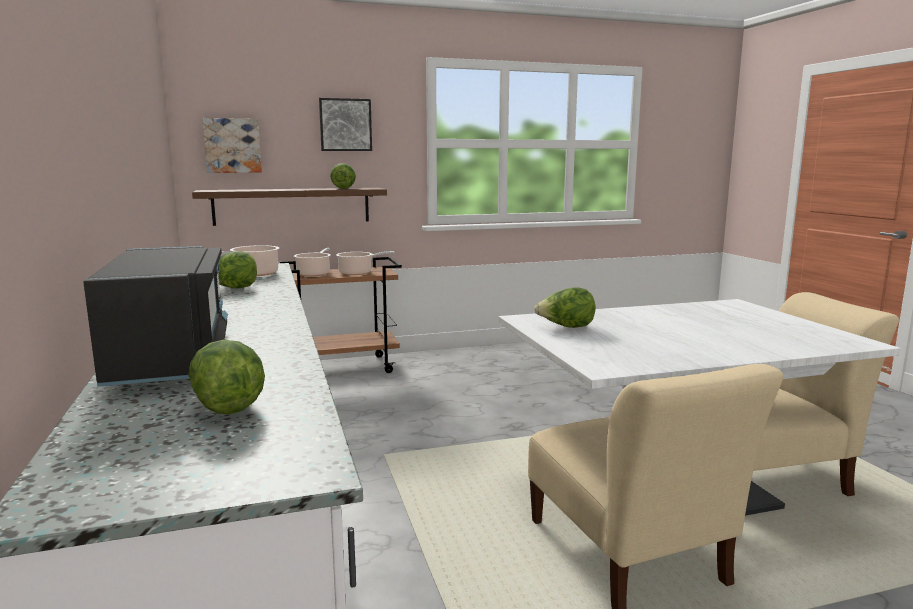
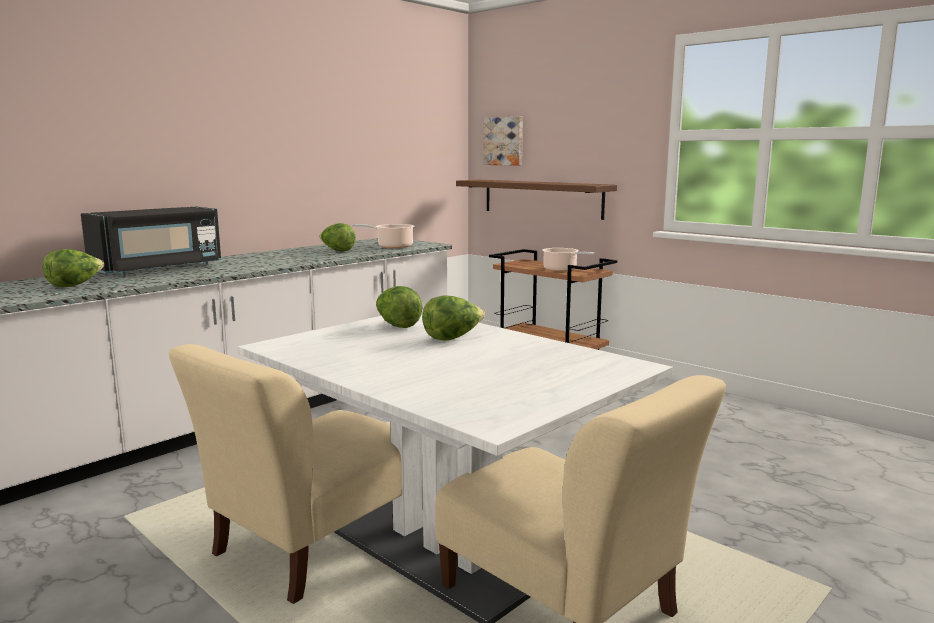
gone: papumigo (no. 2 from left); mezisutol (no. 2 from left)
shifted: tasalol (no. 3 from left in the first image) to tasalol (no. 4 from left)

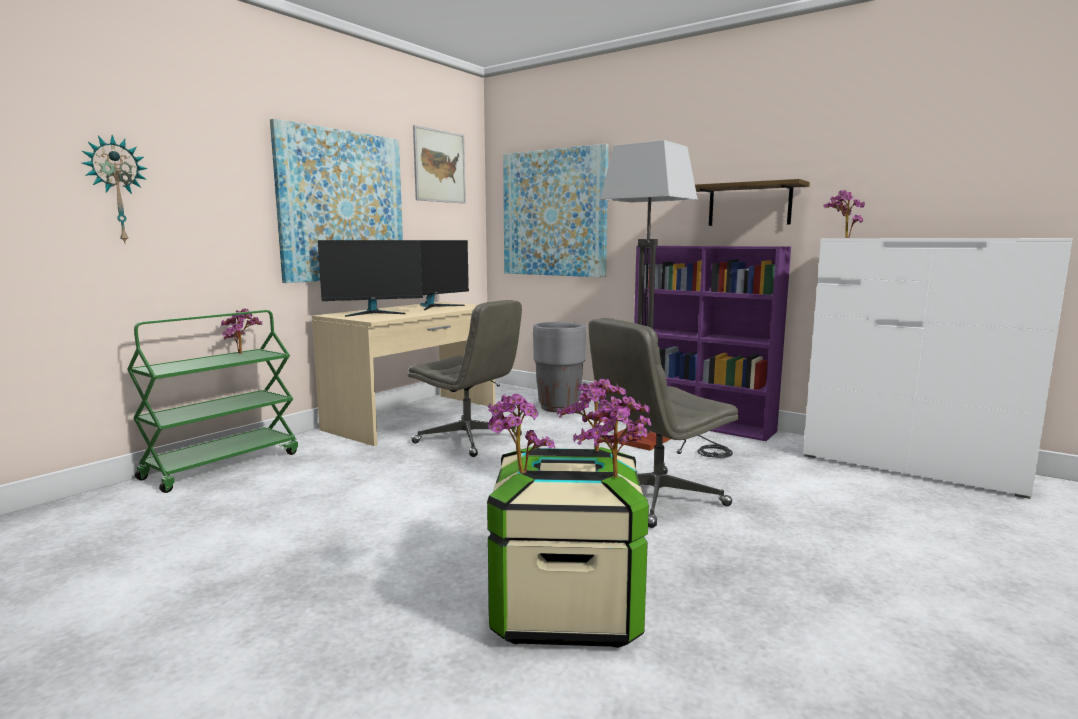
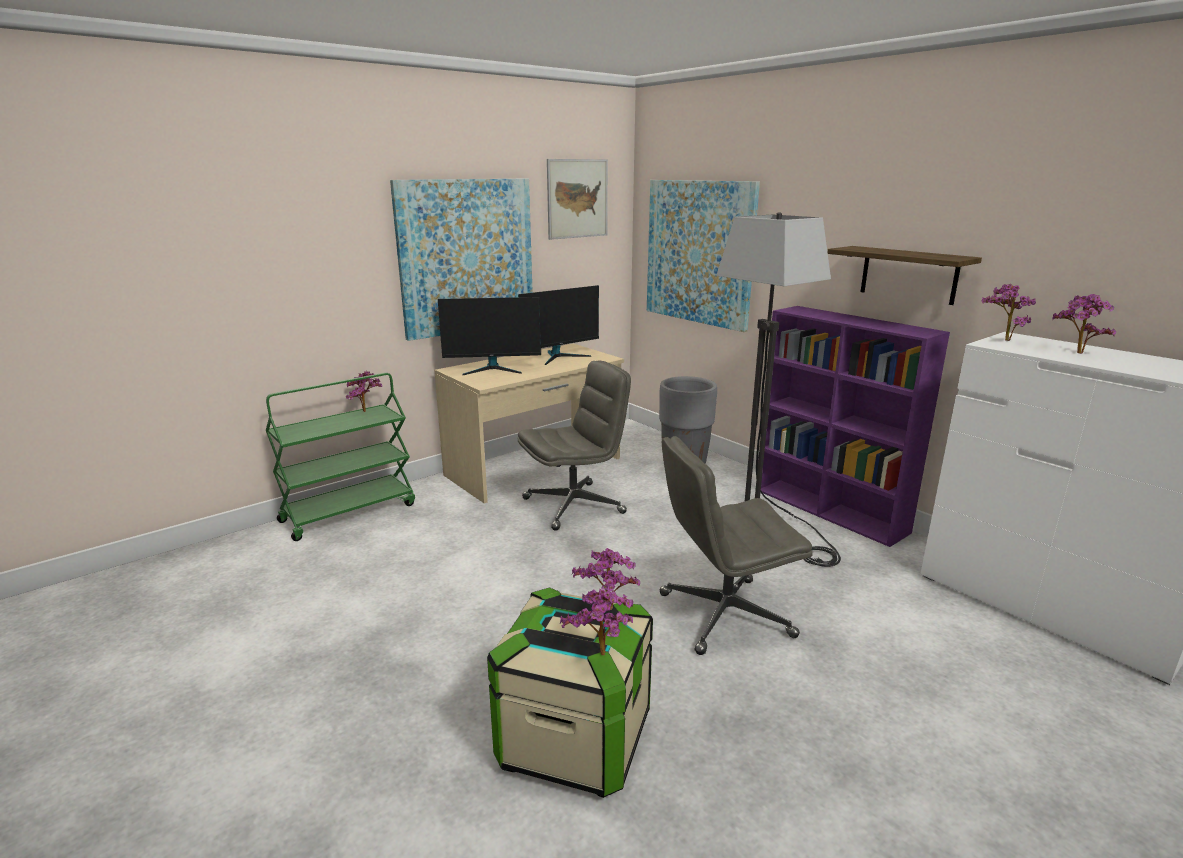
gone: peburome
shifted: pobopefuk (no. 2 from left in the first image) to pobopefuk (no. 5 from left)
rotated: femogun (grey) (no. 1 from left) 75 degrees counterclockwise

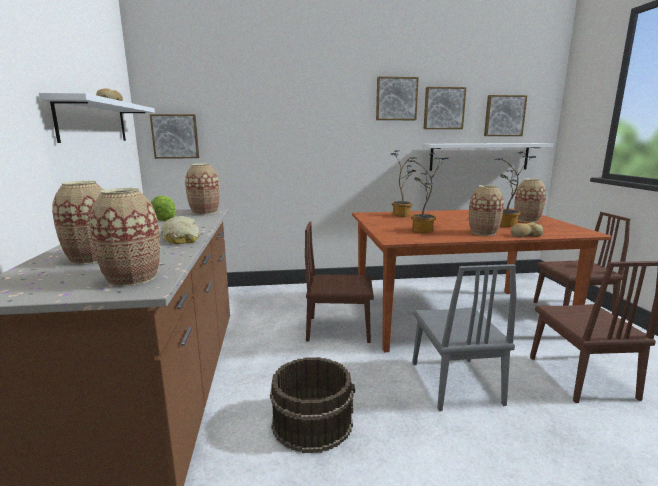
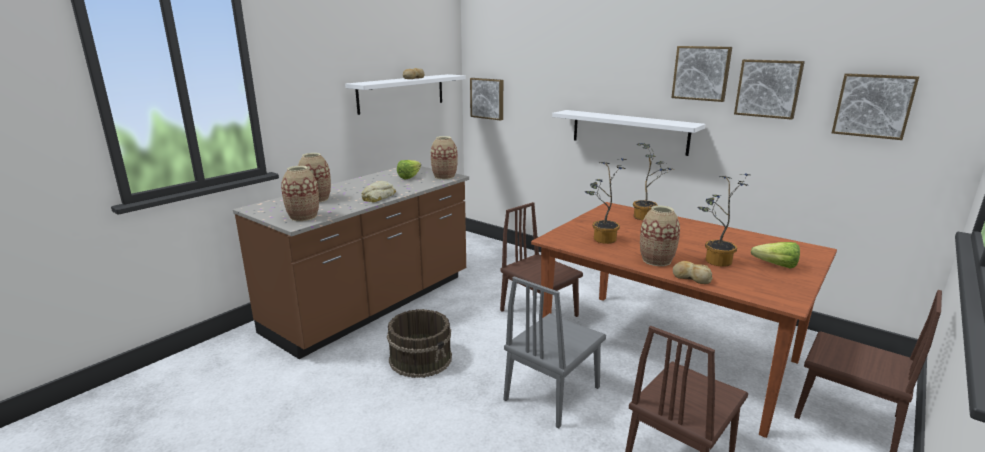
shifted: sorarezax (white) (no. 2 from left)
swapped: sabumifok (no. 5 from left) to tasalol (no. 2 from left)

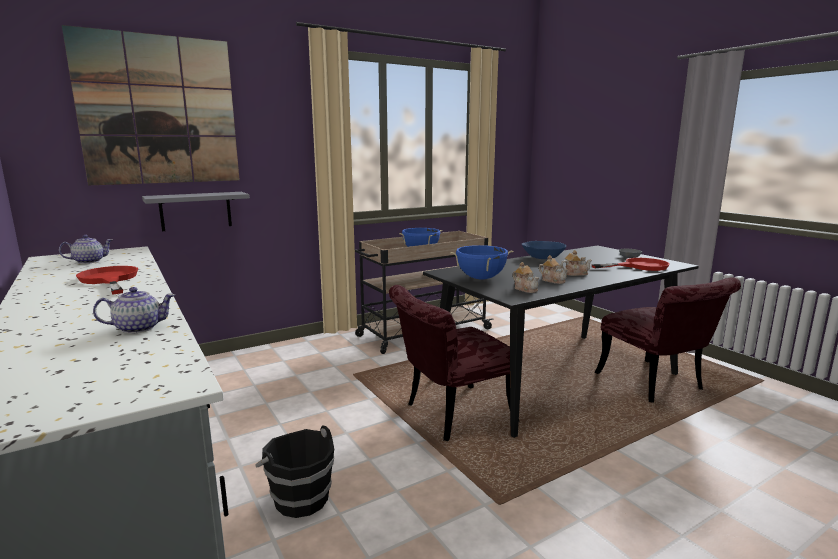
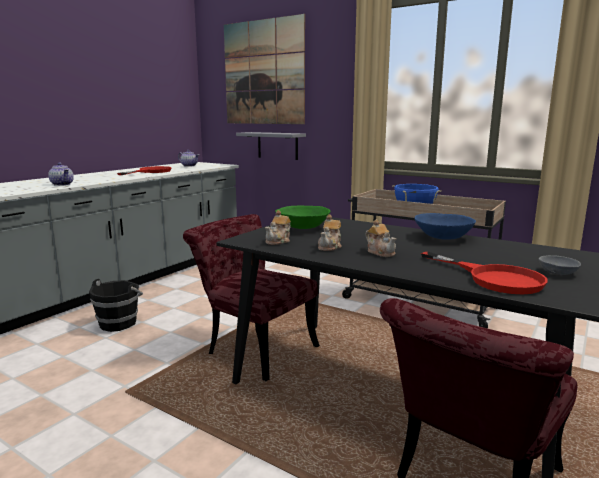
swapped: papumigo (blue) (no. 2 from left) to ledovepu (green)

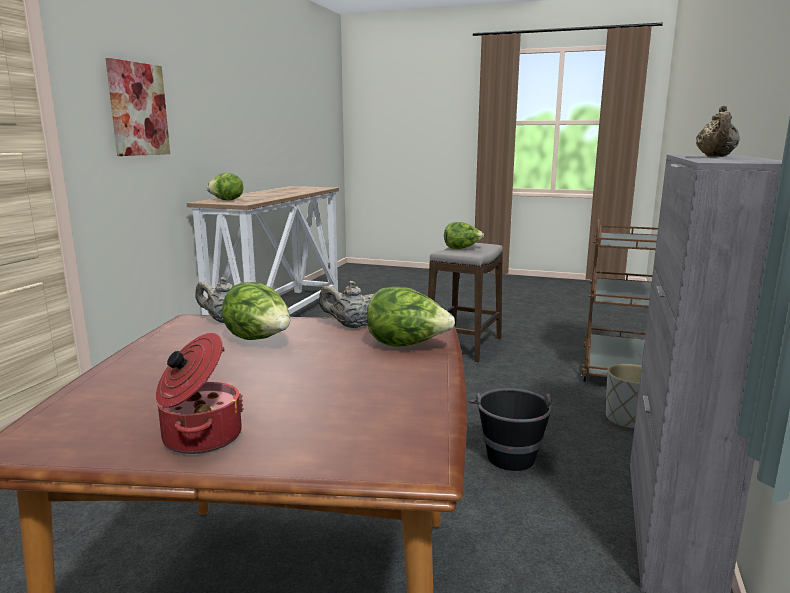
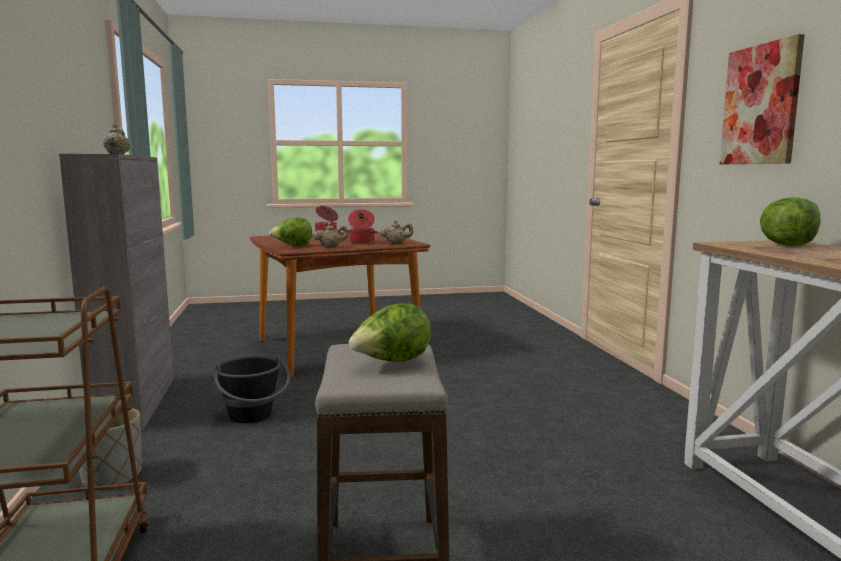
swapped: tasalol (no. 2 from left) to papumigo (no. 2 from left)

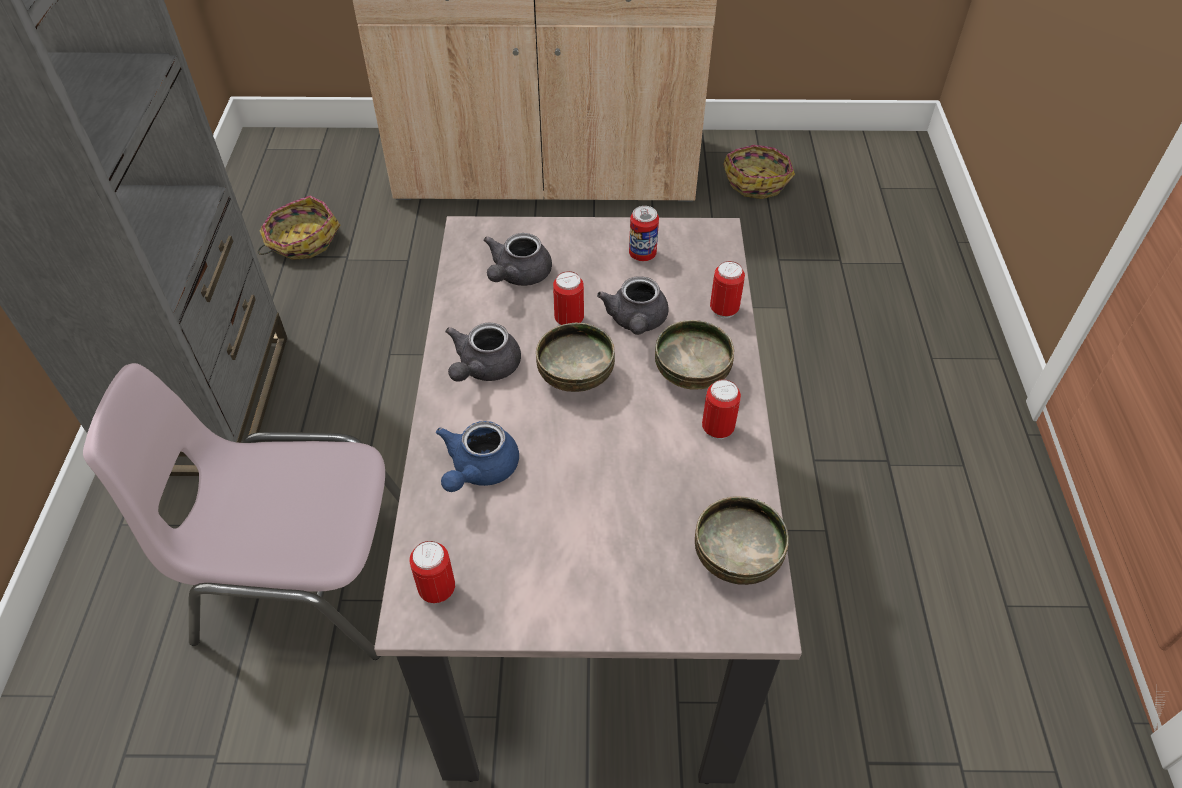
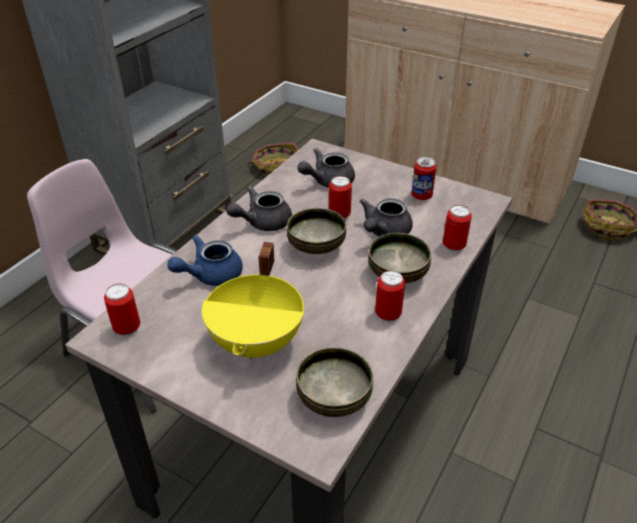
new: papumigo (yellow)

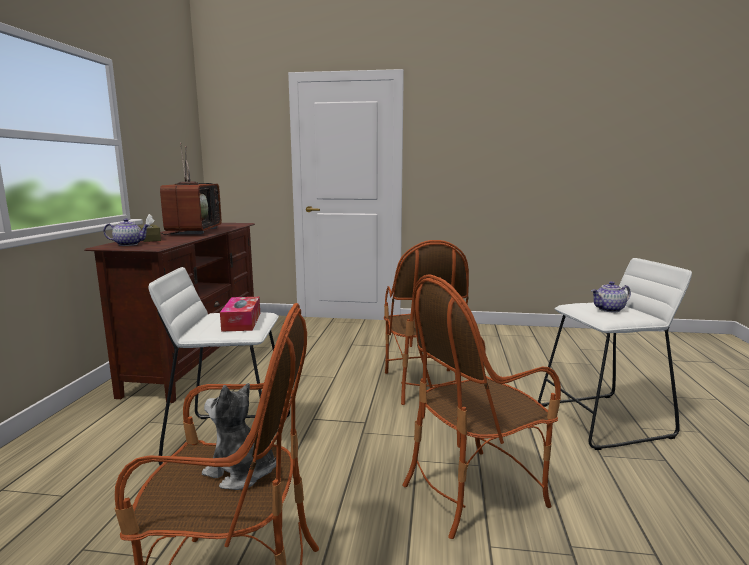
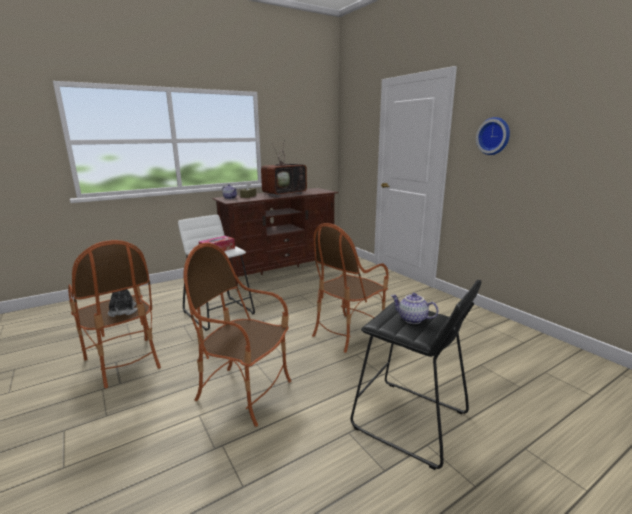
new: peburome
repainted: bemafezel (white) (no. 2 from left) to bemafezel (black)

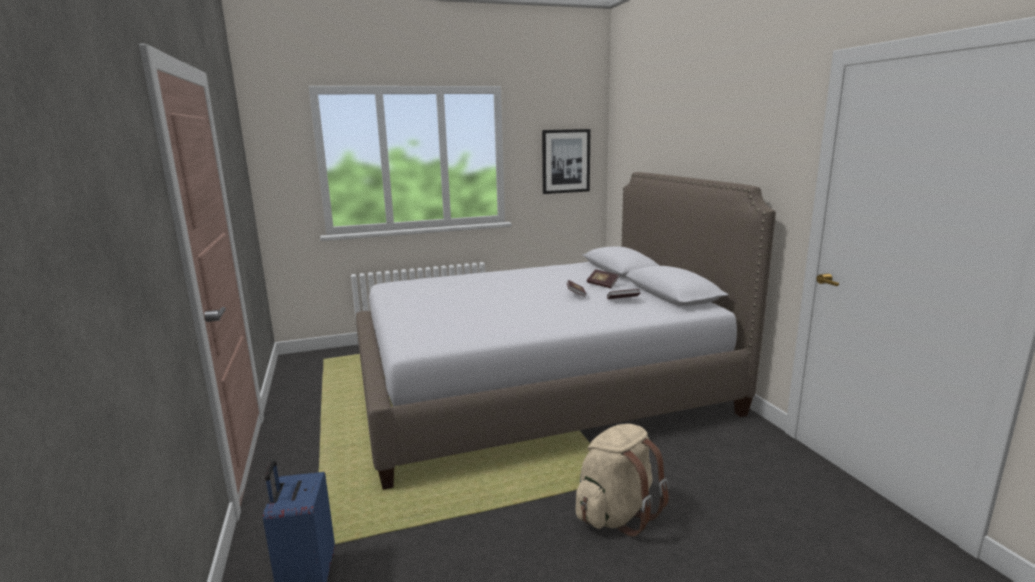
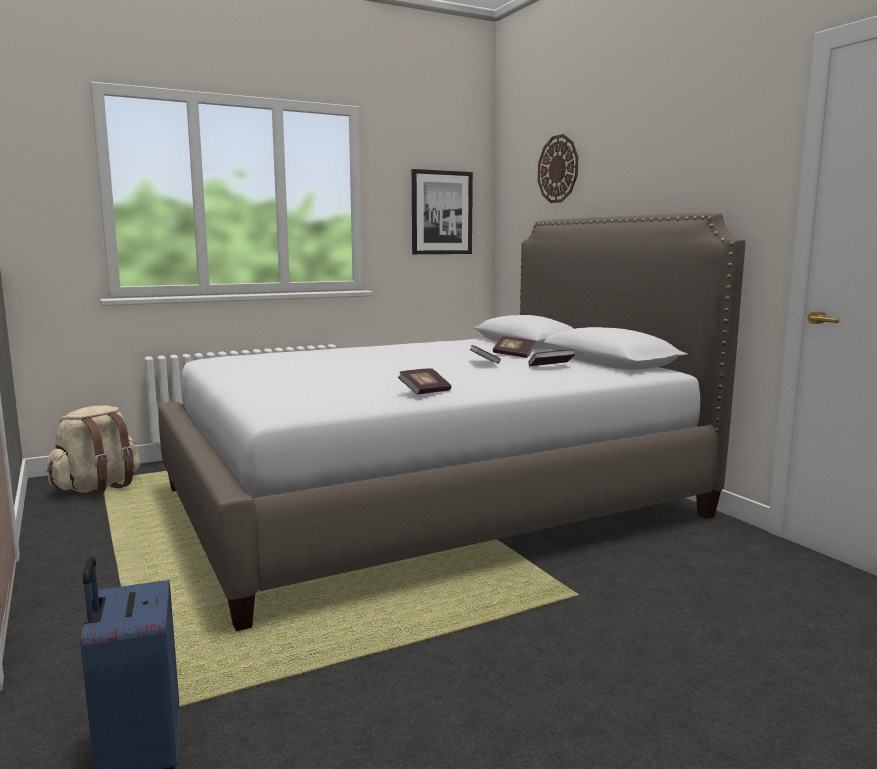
new: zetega (no. 1 from left); peburome
shifted: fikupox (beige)

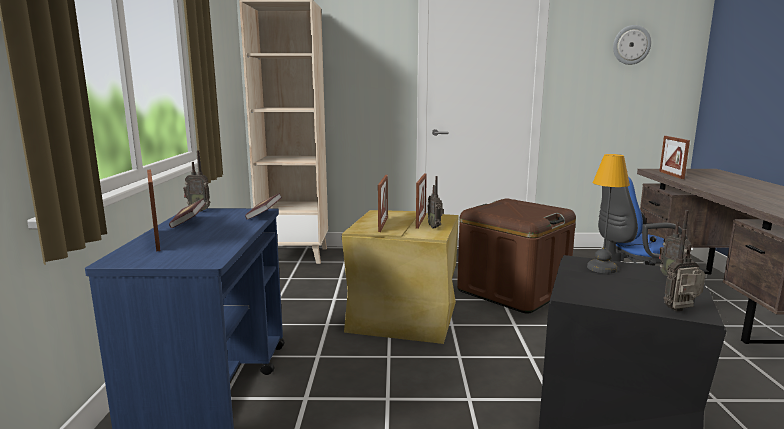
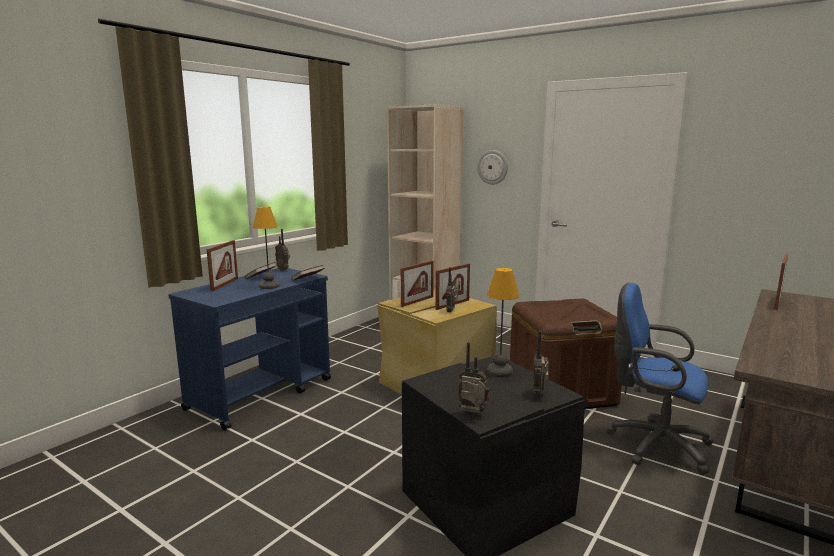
new: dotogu (no. 1 from left)
shifted: peburome

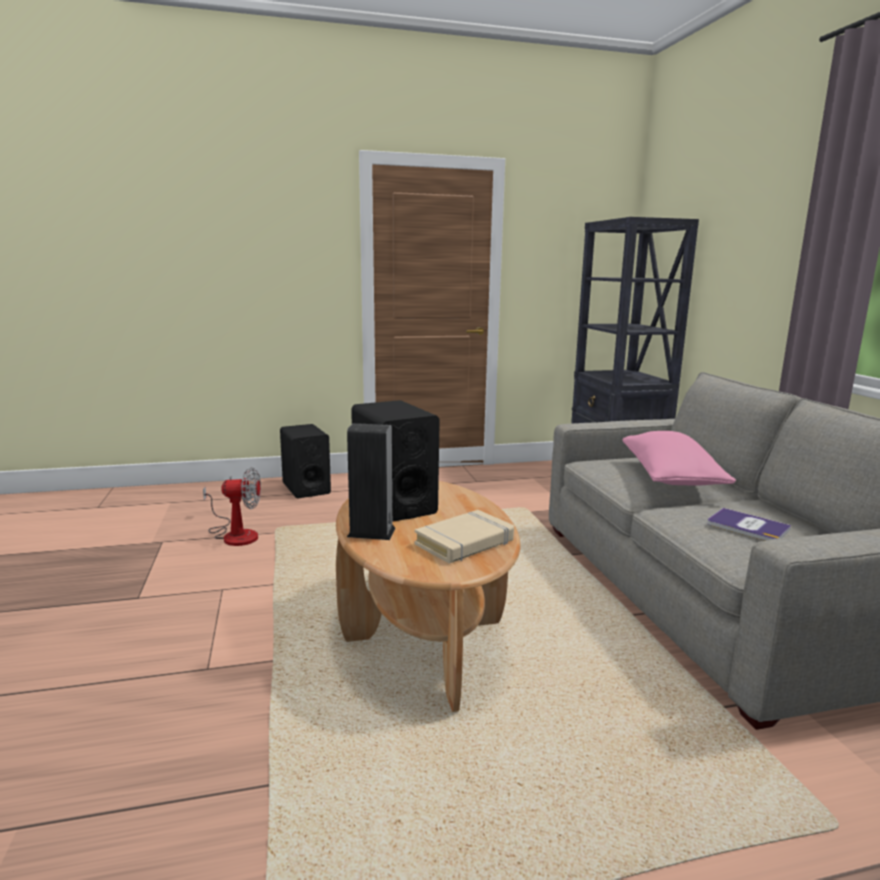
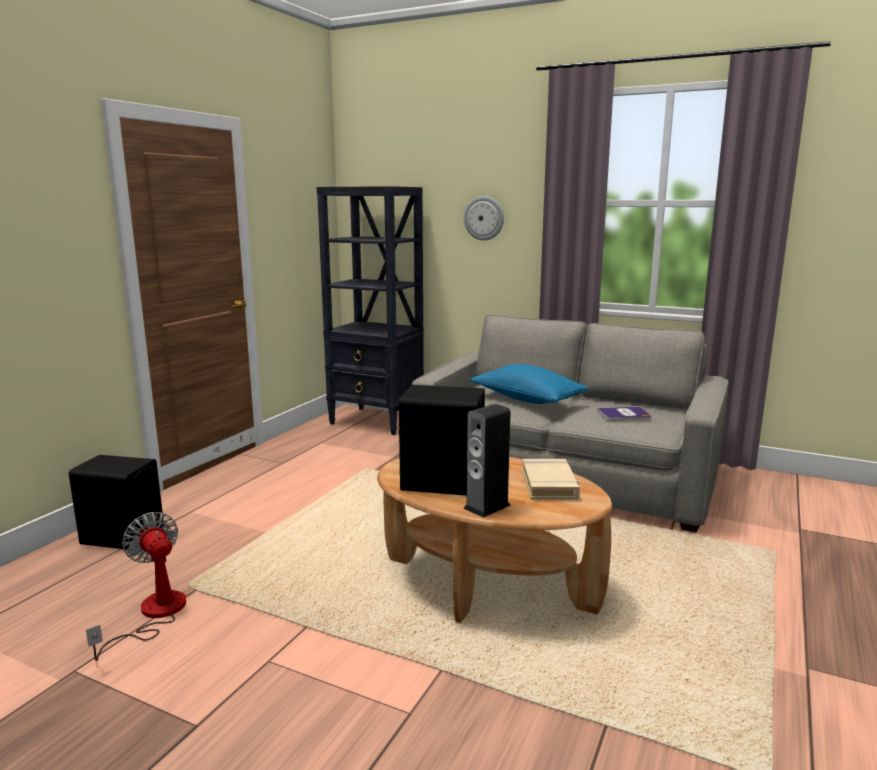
new: peburome
repainted: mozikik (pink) to mozikik (blue)
rotated: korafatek 75 degrees counterclockwise

